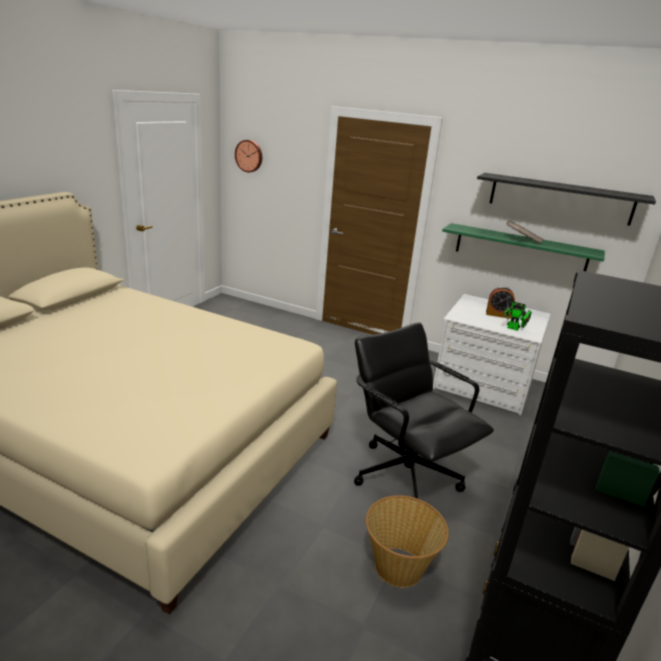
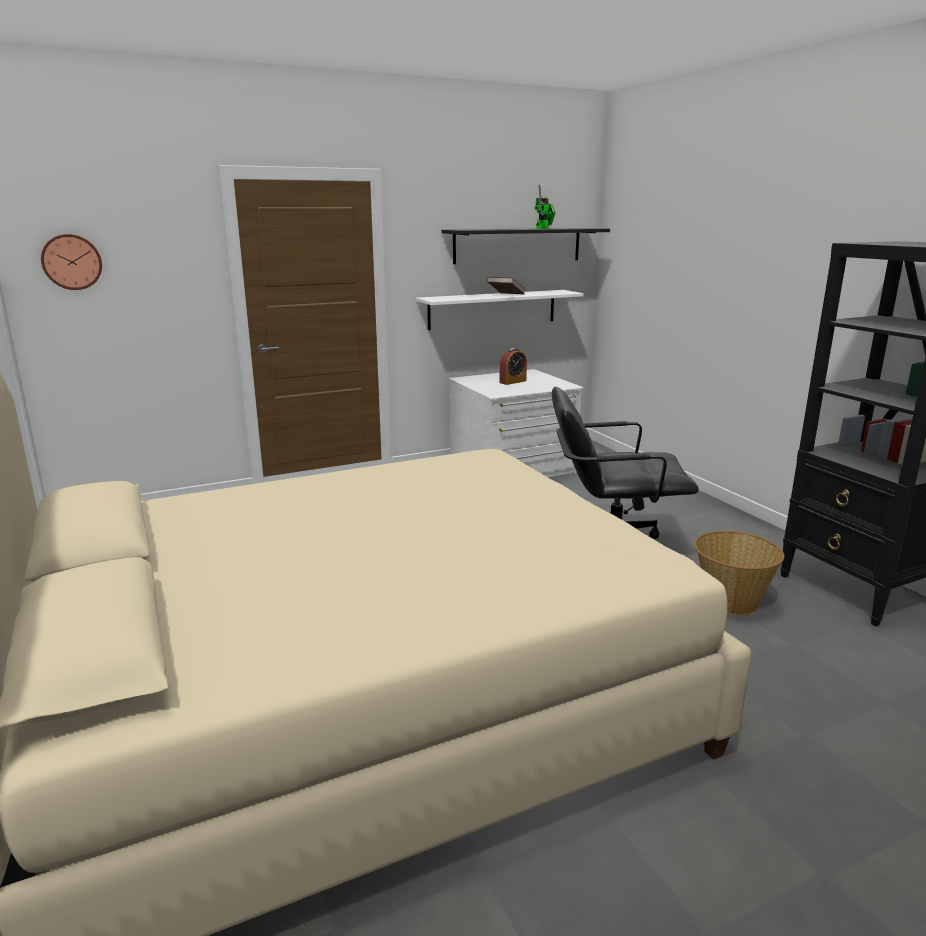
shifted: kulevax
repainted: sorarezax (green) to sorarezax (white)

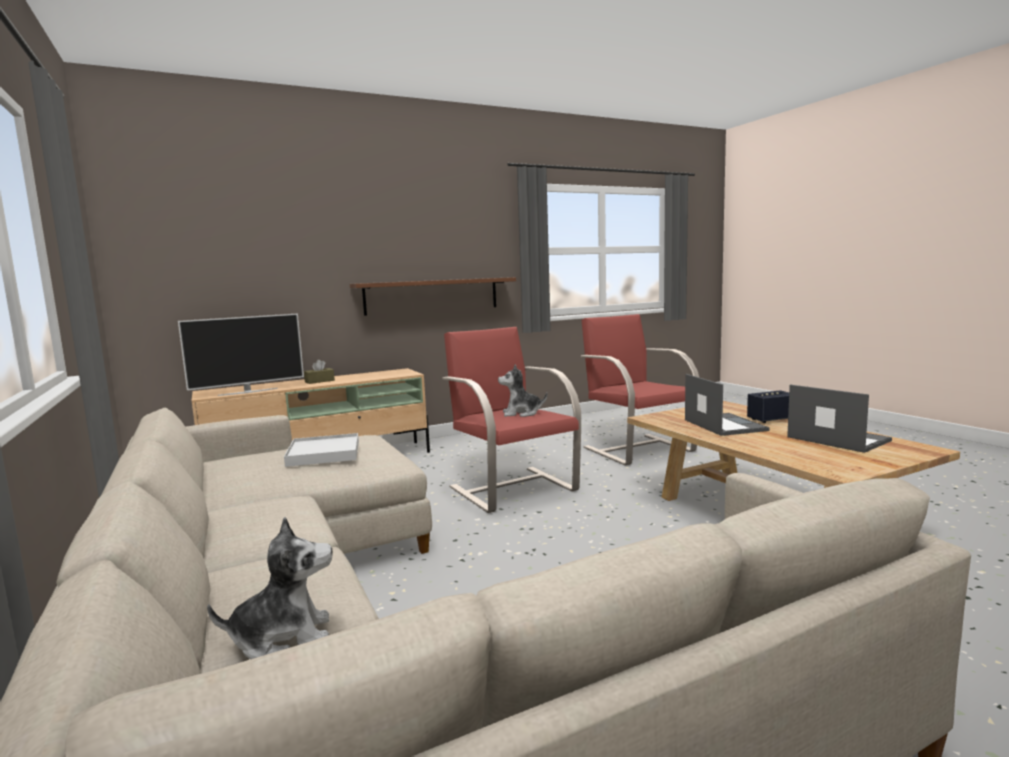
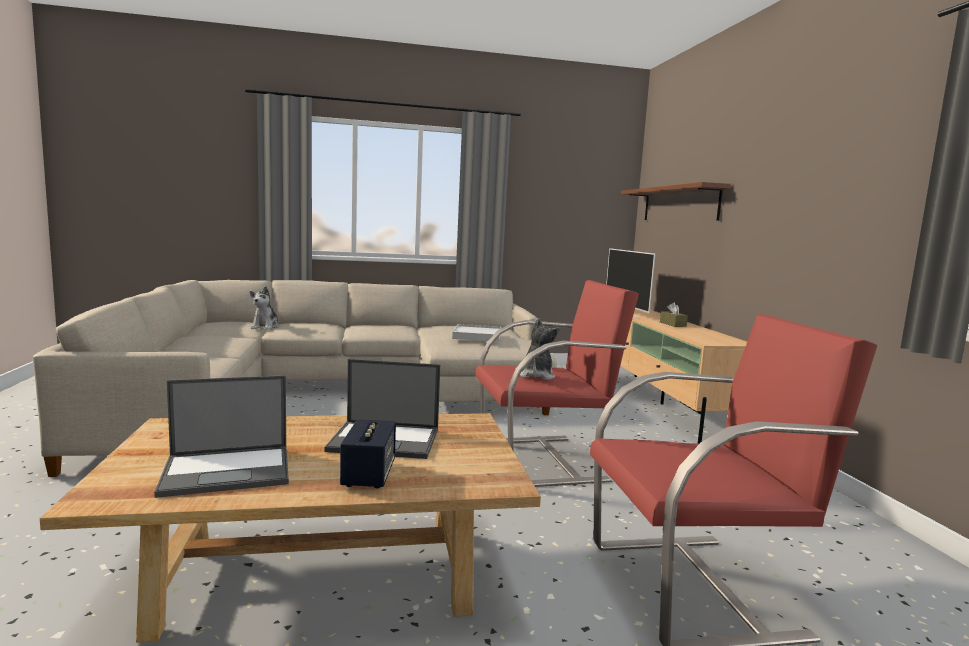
shifted: sorarezax

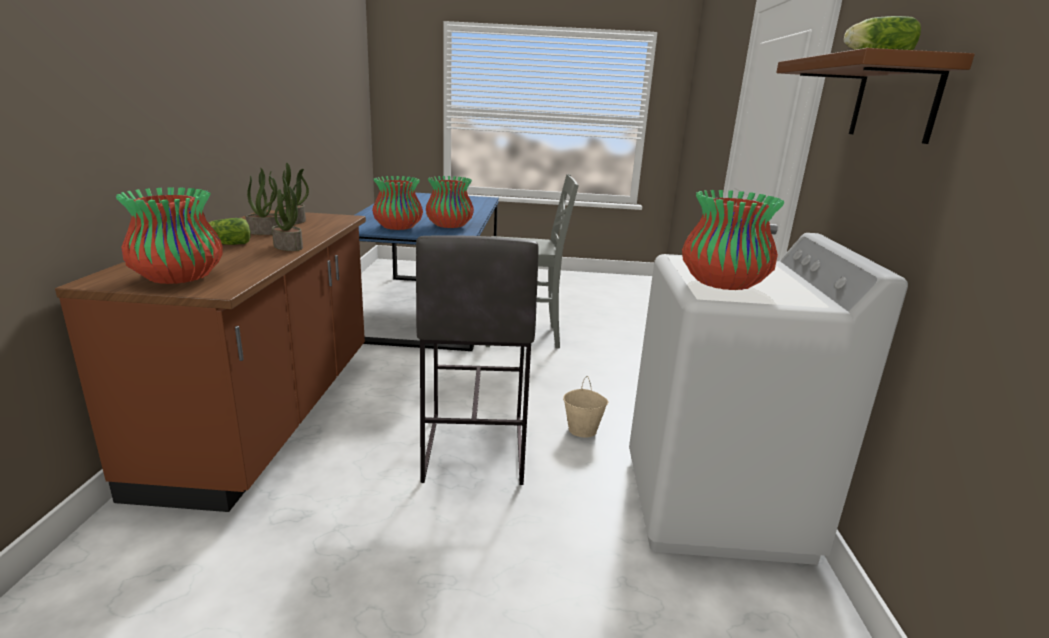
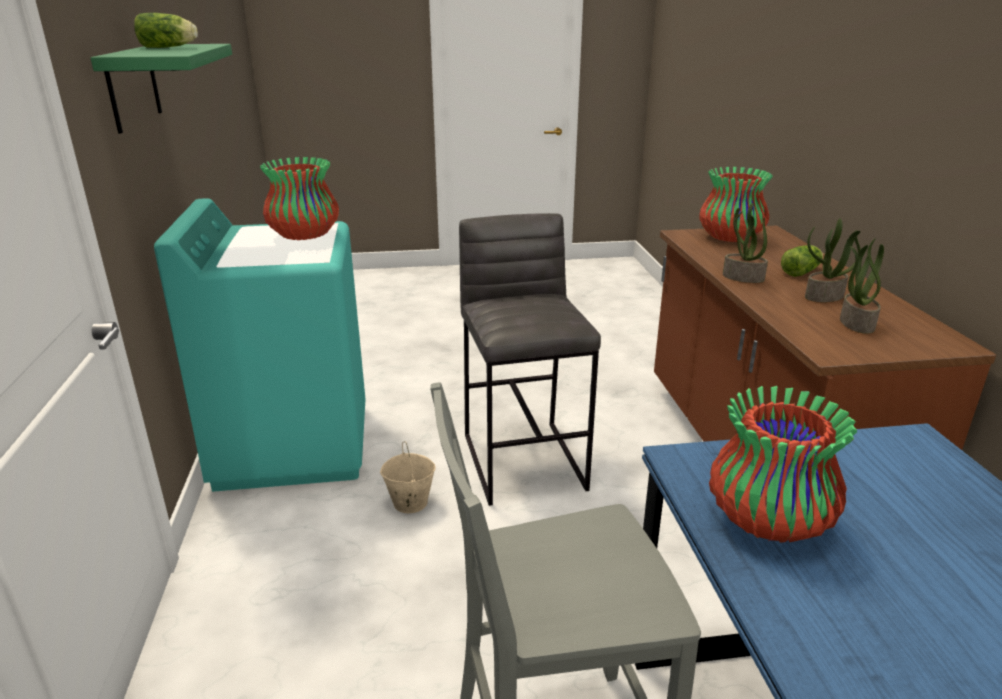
gone: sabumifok (no. 2 from left)
repainted: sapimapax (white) to sapimapax (turquoise); sorarezax (brown) to sorarezax (green)

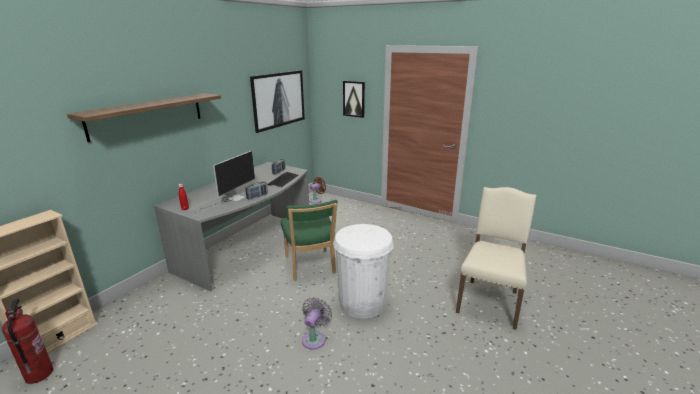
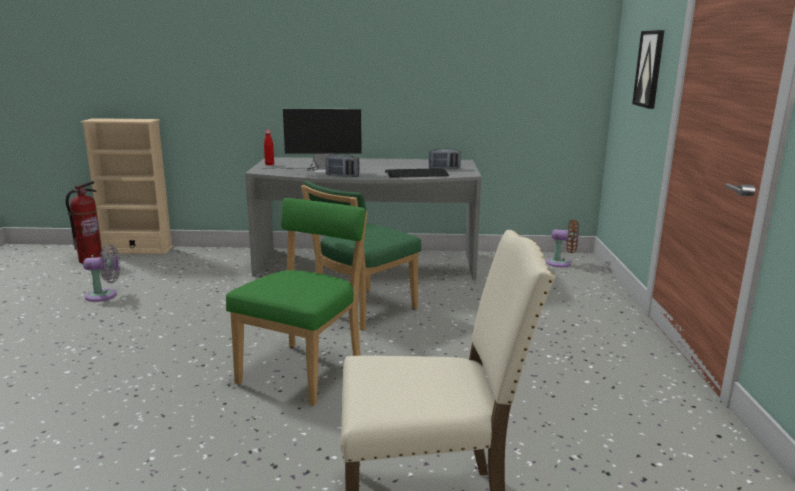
gone: sorarezax; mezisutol (no. 1 from left)
shifted: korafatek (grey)
swapped: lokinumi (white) to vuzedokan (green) (no. 1 from left)

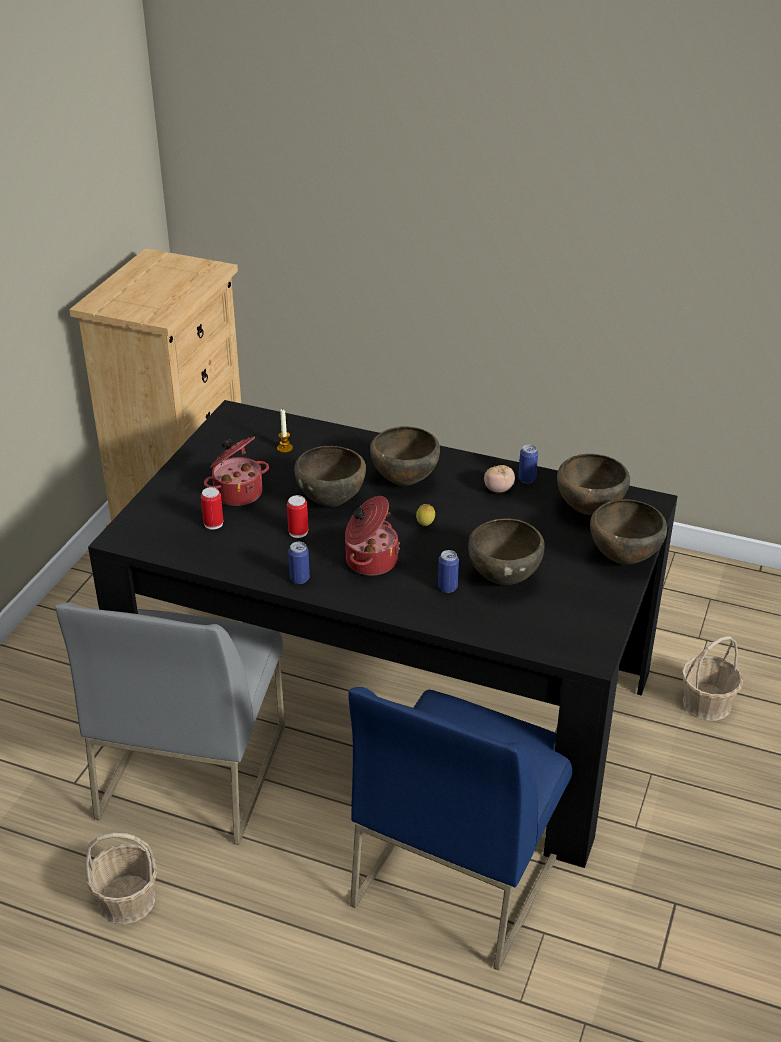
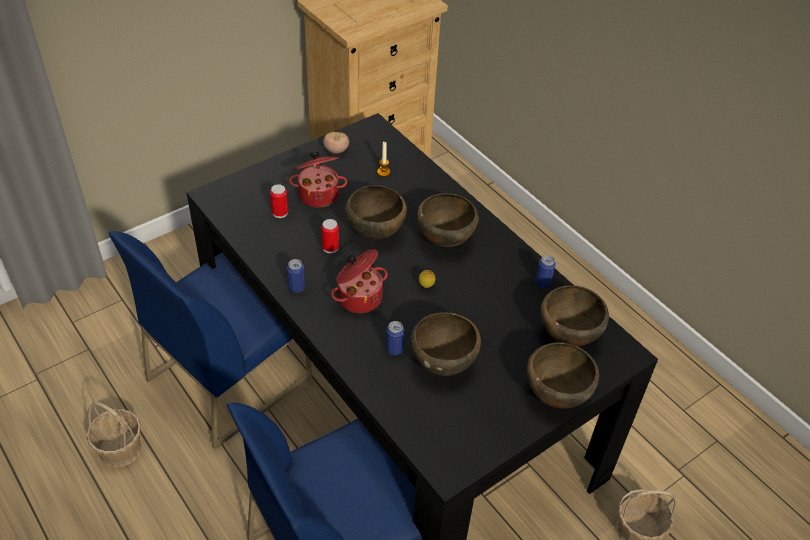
shifted: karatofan
repainted: vuzedokan (grey) to vuzedokan (blue) (no. 1 from left)

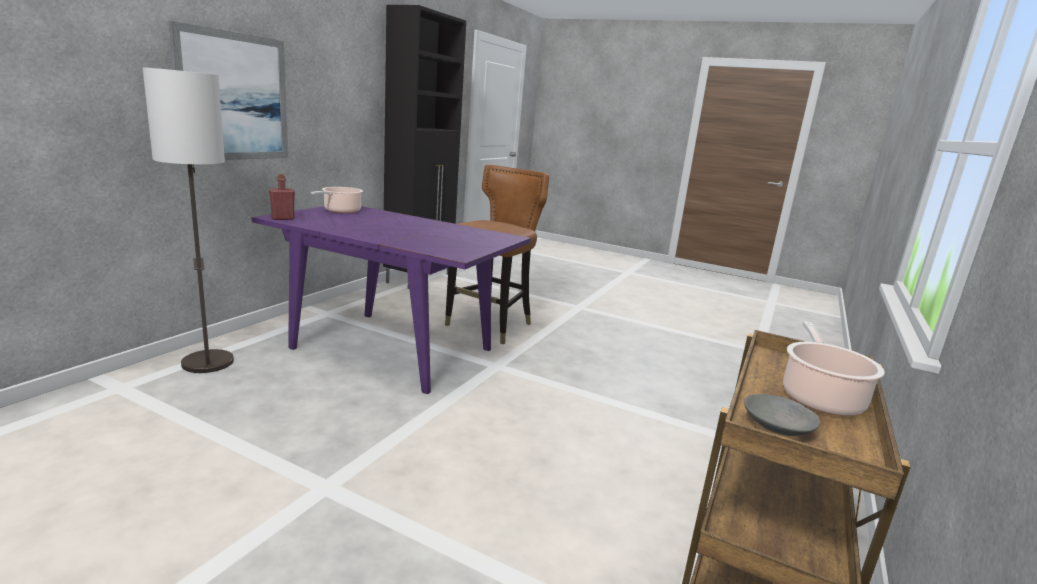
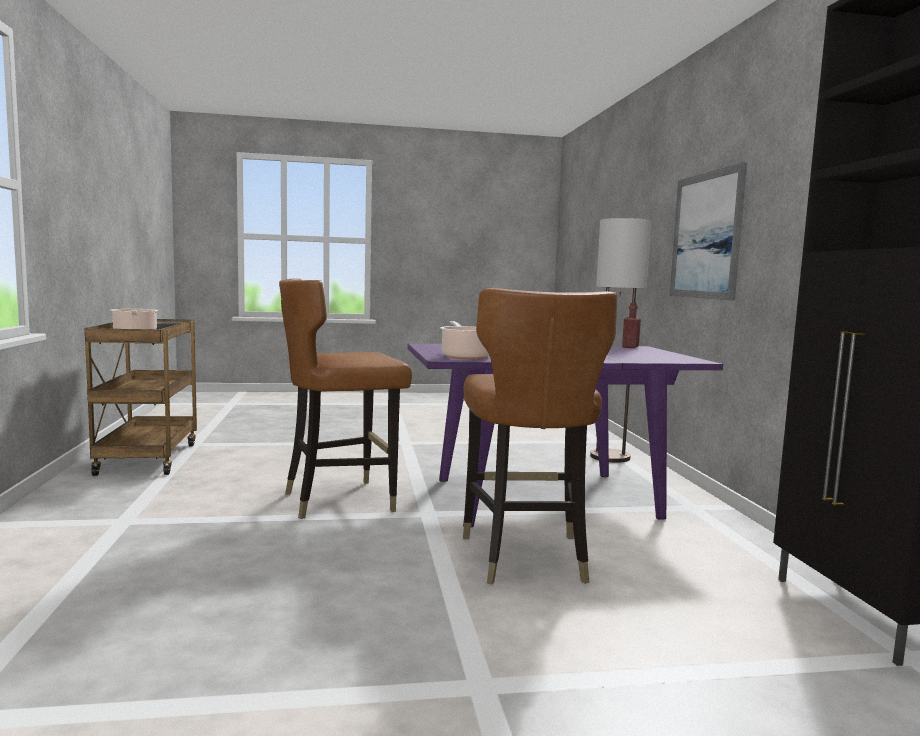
new: vuzedokan (brown) (no. 1 from left)
shifted: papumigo (no. 1 from left in the first image) to papumigo (no. 2 from left)

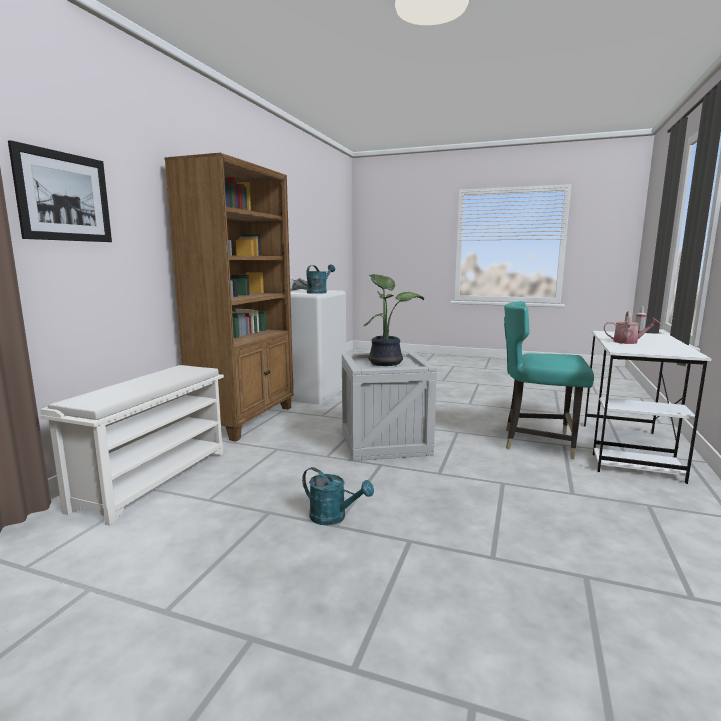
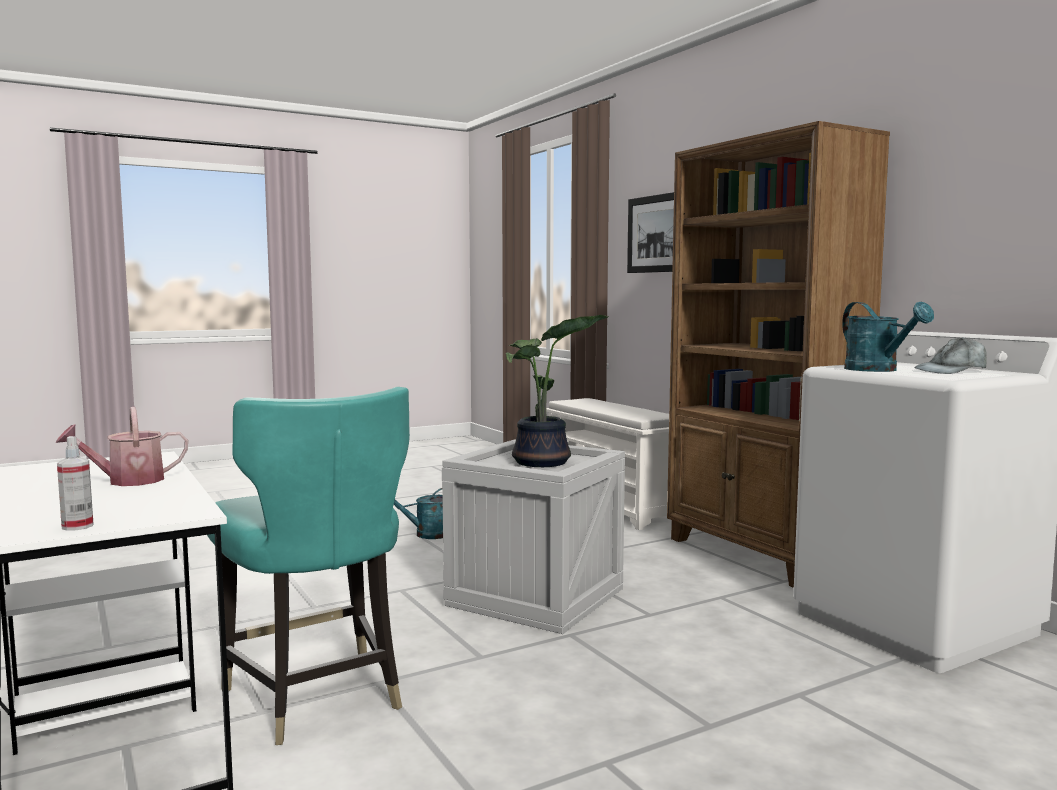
rotated: vuzedokan (turquoise) 90 degrees clockwise

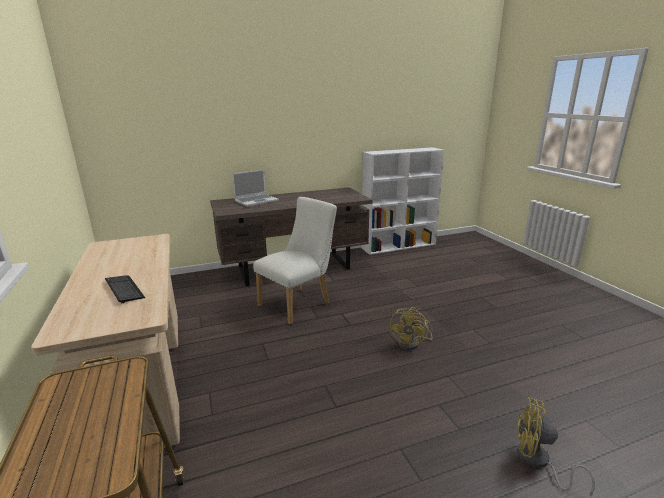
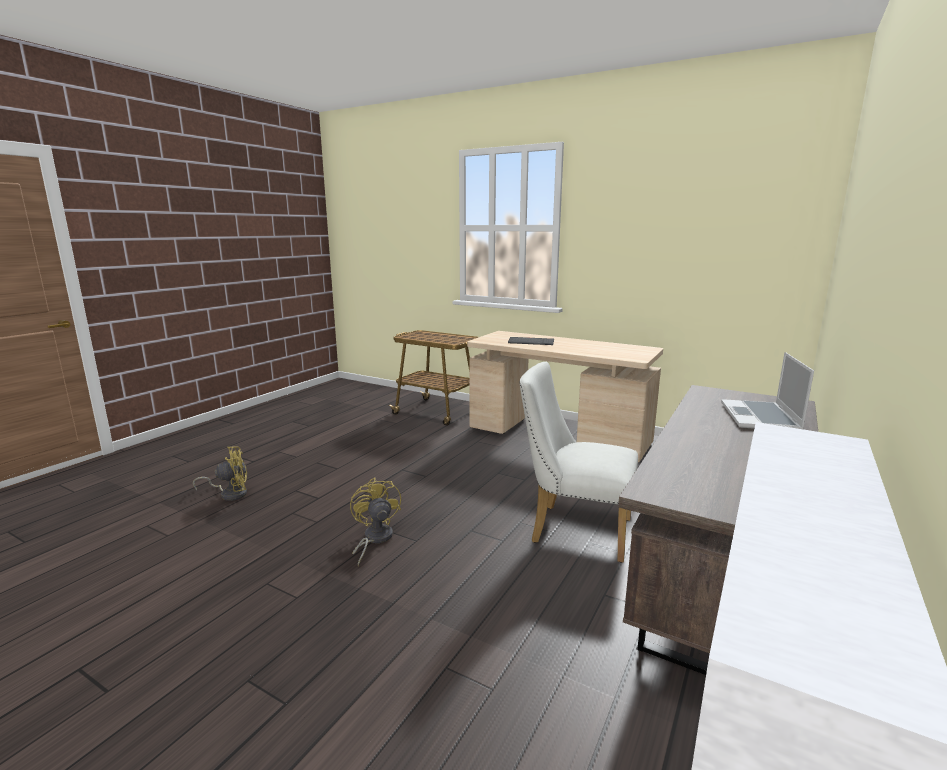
rotated: vuzedokan (white) 105 degrees clockwise

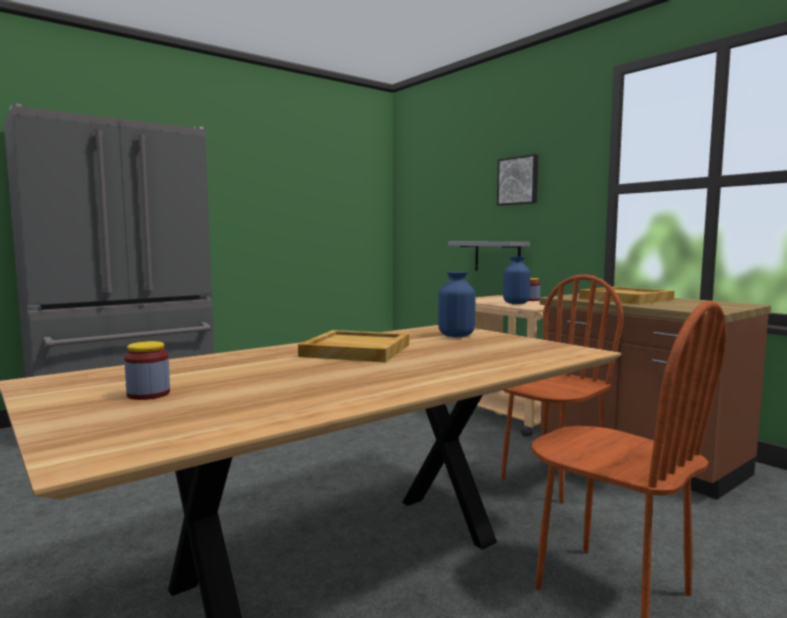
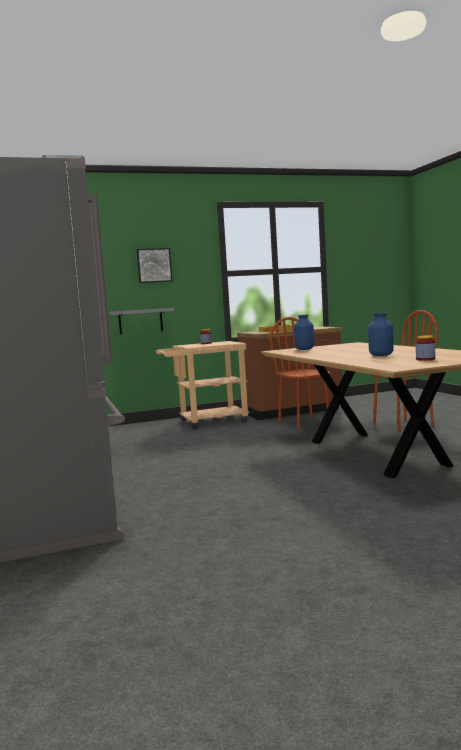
gone: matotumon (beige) (no. 1 from left)
shifted: sabumifok (blue) (no. 2 from left)

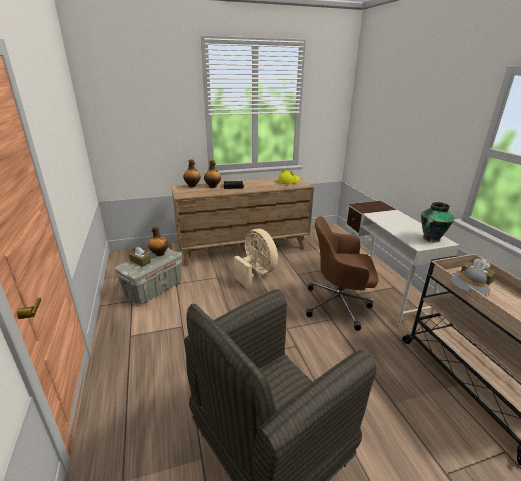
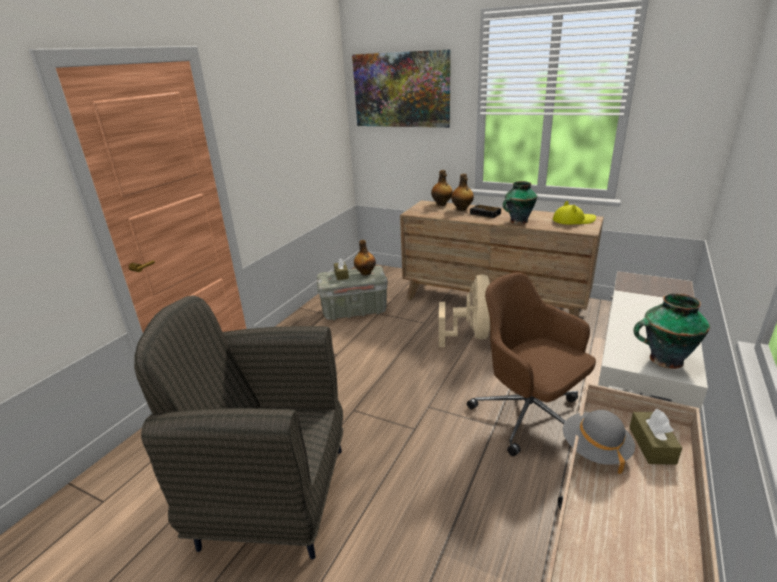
new: mezisutol; sabumifok (no. 1 from left)

